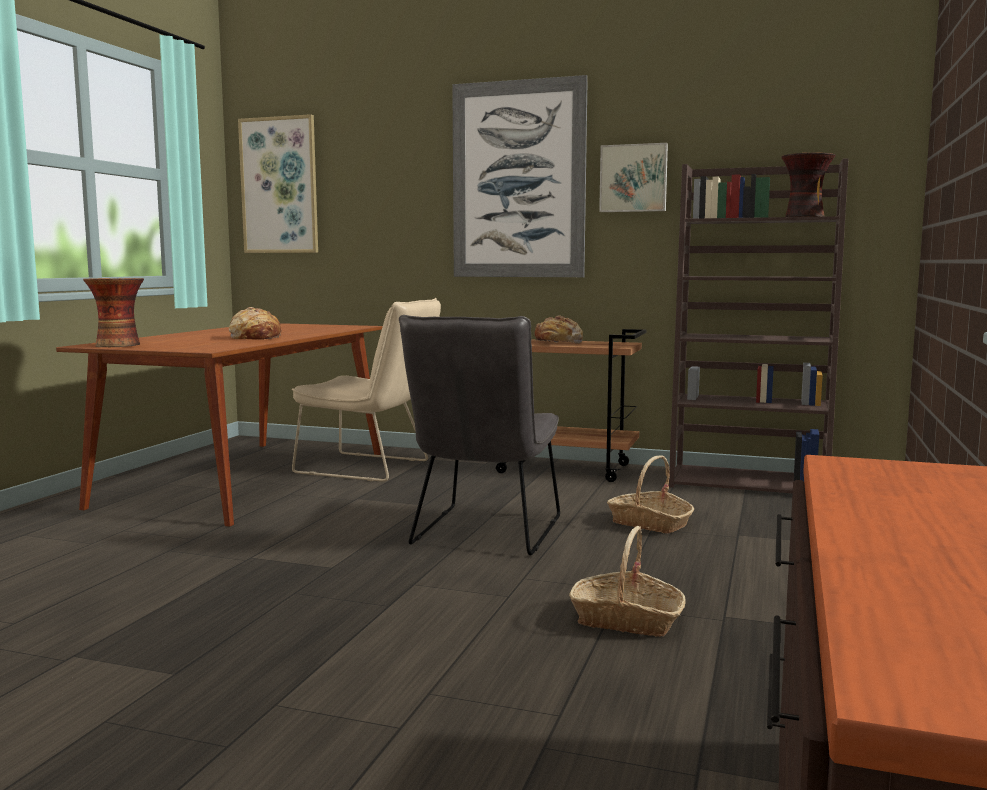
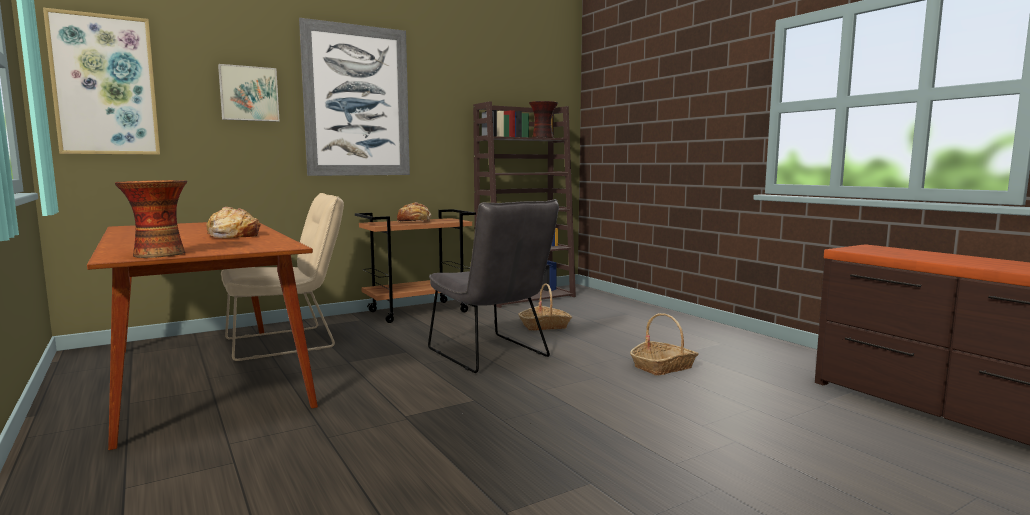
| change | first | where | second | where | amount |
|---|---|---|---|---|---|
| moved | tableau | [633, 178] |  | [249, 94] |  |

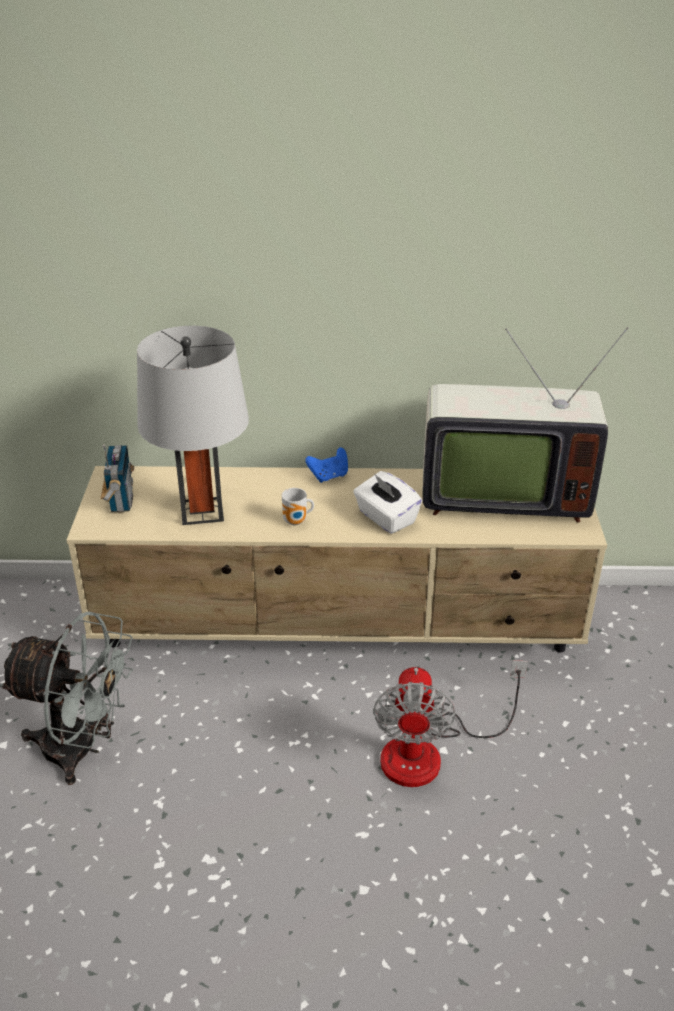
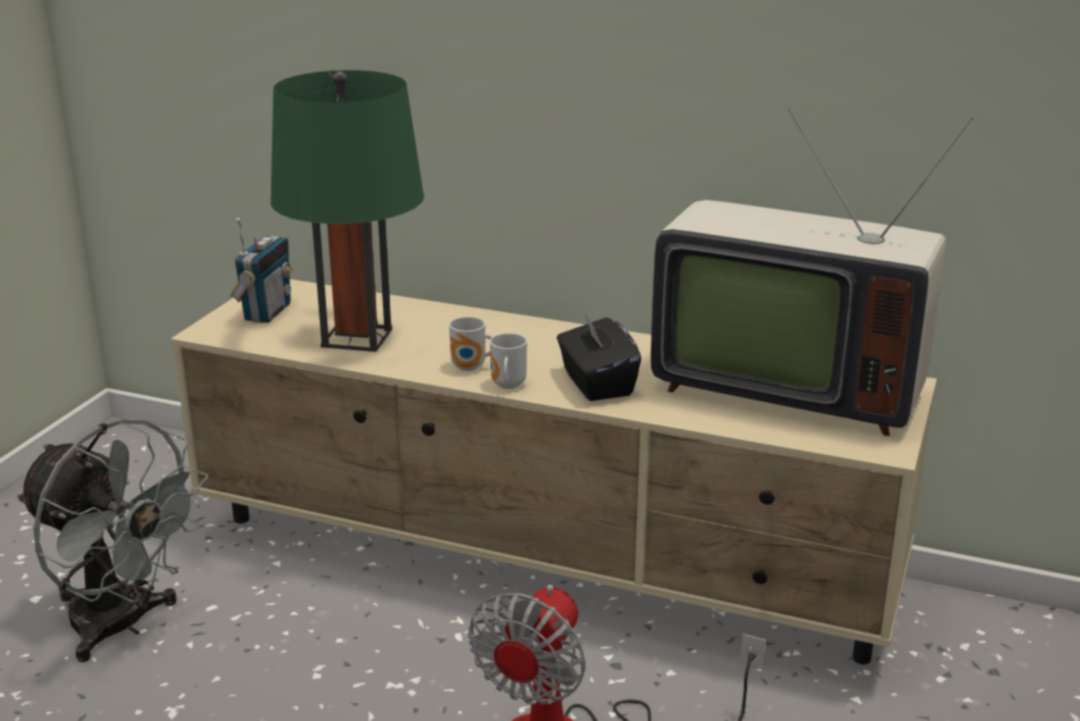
| change | first | where | second | where | amount |
|---|---|---|---|---|---|
| recoloured | lampe de table (gris) | [202, 511] | lampe de table (vert) | [356, 338] |  |
| added |  |  | mug | [506, 386] |  |
| recoloured | boîte à mouchoirs (blanc) | [386, 518] | boîte à mouchoirs (noir) | [596, 383] |  |
| removed | manette (bleu) | [329, 476] |  |  |  |

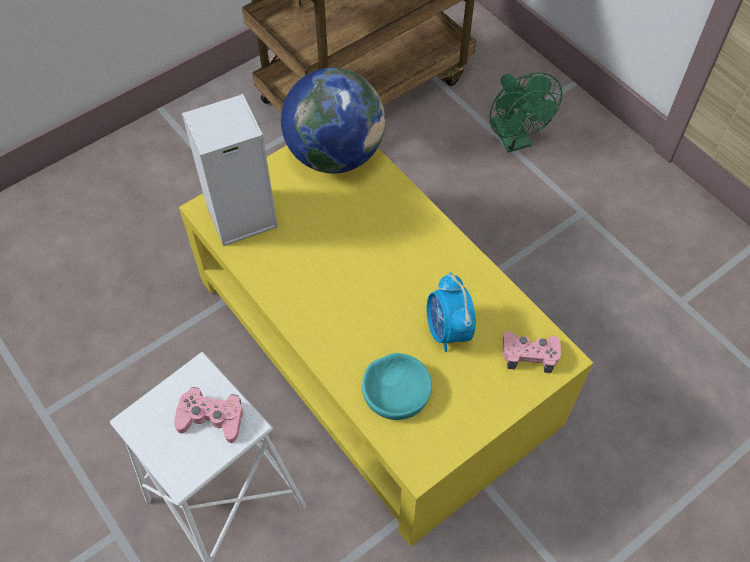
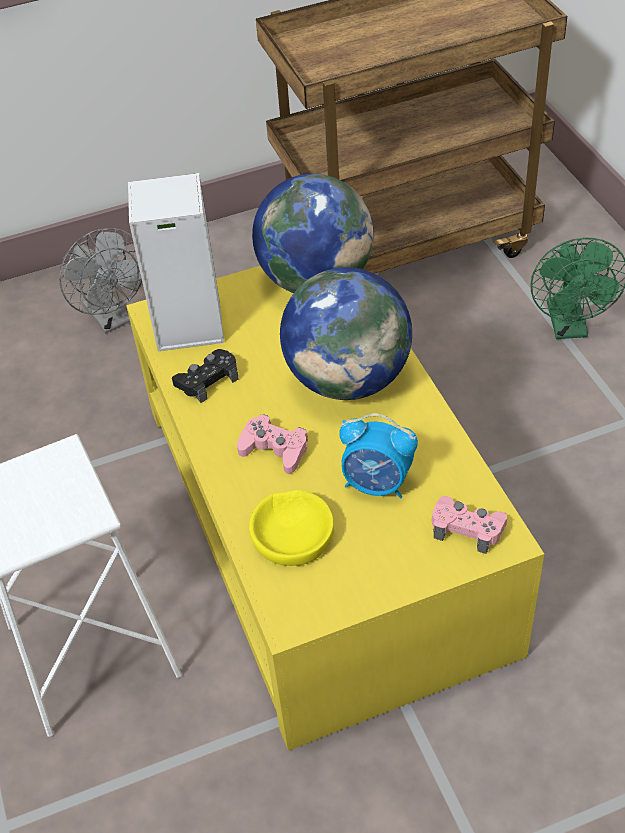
| change | first | where | second | where | amount |
|---|---|---|---|---|---|
| added |  |  | ventilateur (gris) | [112, 319] |  |
| added |  |  | manette (noir) | [207, 380] |  |
| moved | manette (rose) | [211, 418] |  | [274, 449] |  |
| recoloured | bol (turquoise) | [396, 391] | bol (jaune) | [292, 535] |  |
| added |  |  | globe | [348, 379] |  |
| turned | réveil | [448, 330] |  | [377, 484] | 75 degrees counterclockwise |

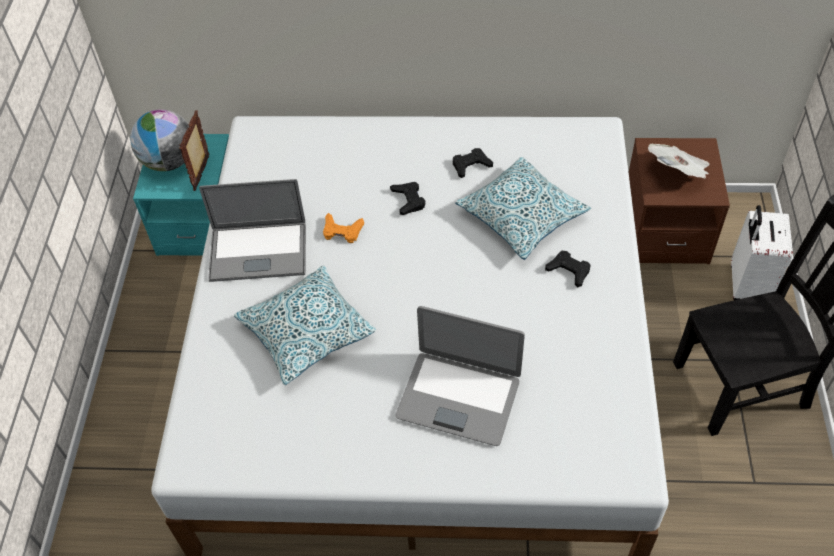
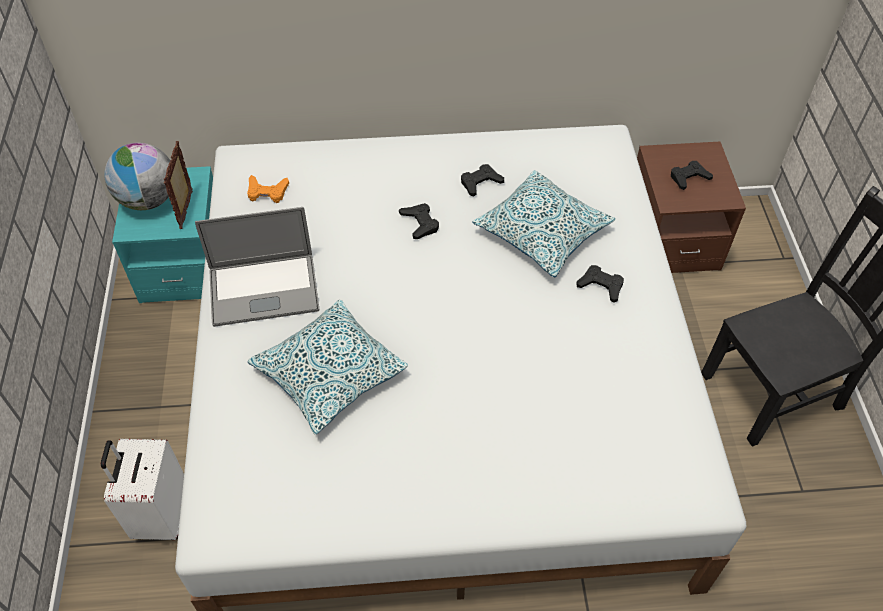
| change | first | where | second | where | amount |
|---|---|---|---|---|---|
| moved | valise (blanc) | [746, 285] |  | [161, 514] |  |
| moved | manette (orange) | [342, 231] |  | [267, 192] |  |
| replaced | journal | [678, 172] | manette (noir) | [689, 178] |  |
| removed | ordinateur portable | [459, 397] |  |  |  |

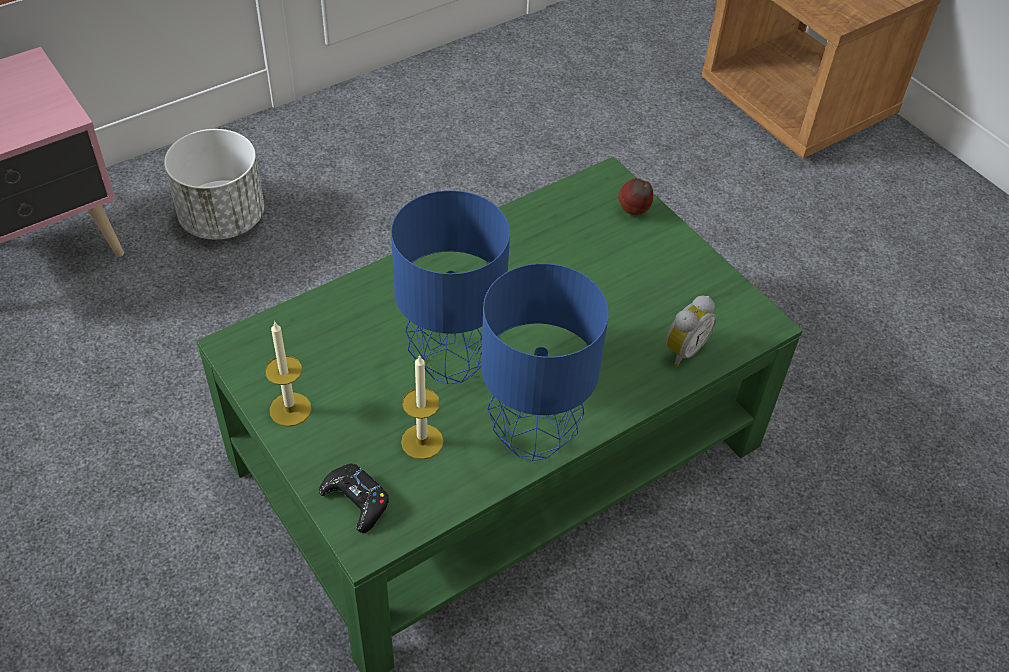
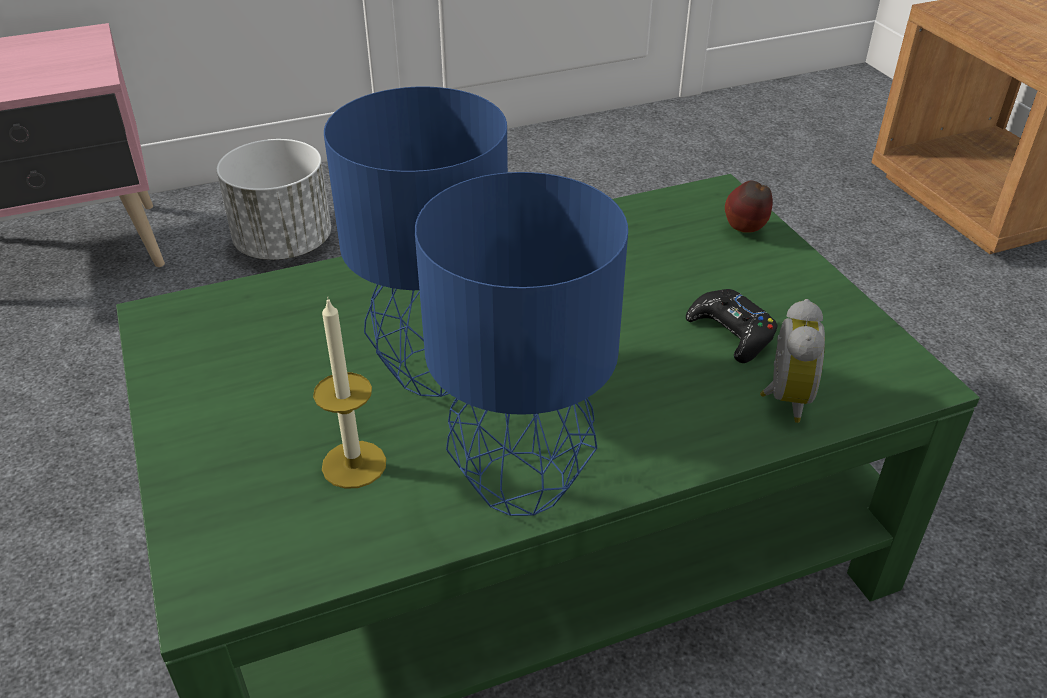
| change | first | where | second | where | amount |
|---|---|---|---|---|---|
| moved | manette (noir) | [356, 501] |  | [731, 333] |  |
| turned | réveil | [682, 350] |  | [783, 398] | 45 degrees counterclockwise |
| removed | bougie | [290, 409] |  |  |  |

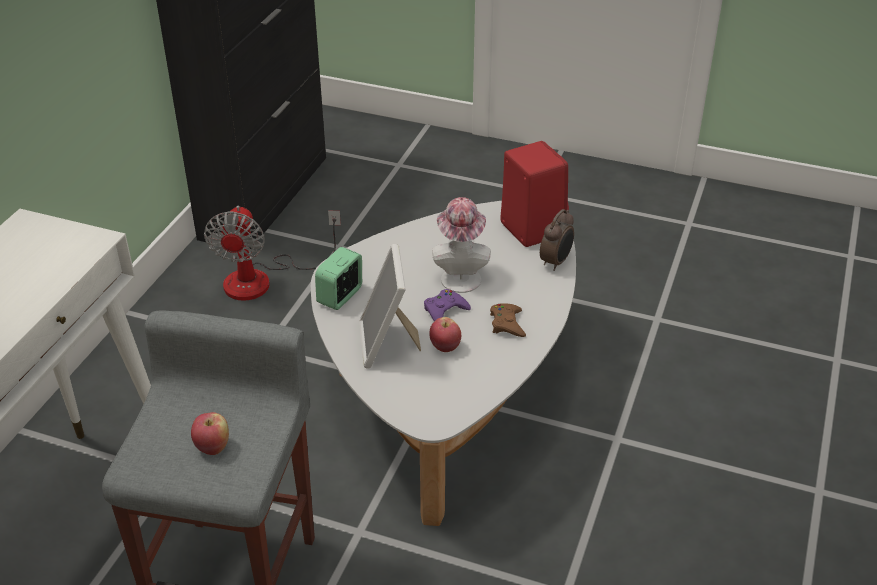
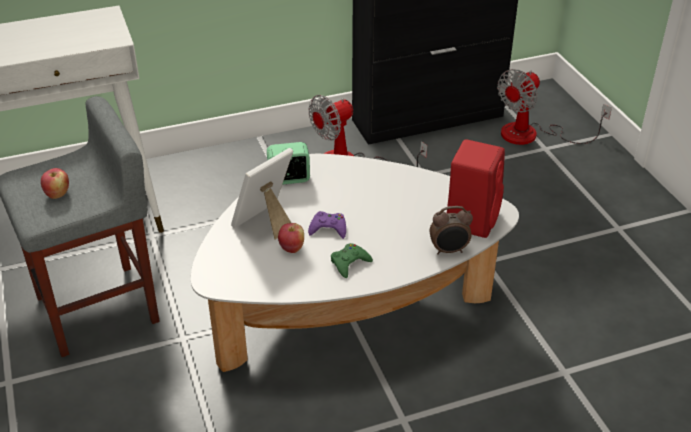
| change | first | where | second | where | amount |
|---|---|---|---|---|---|
| recoloured | manette (marron) | [507, 324] | manette (vert) | [349, 263] |  |
| added |  |  | ventilateur | [532, 135] |  |
| removed | chapeau | [460, 276] |  |  |  |

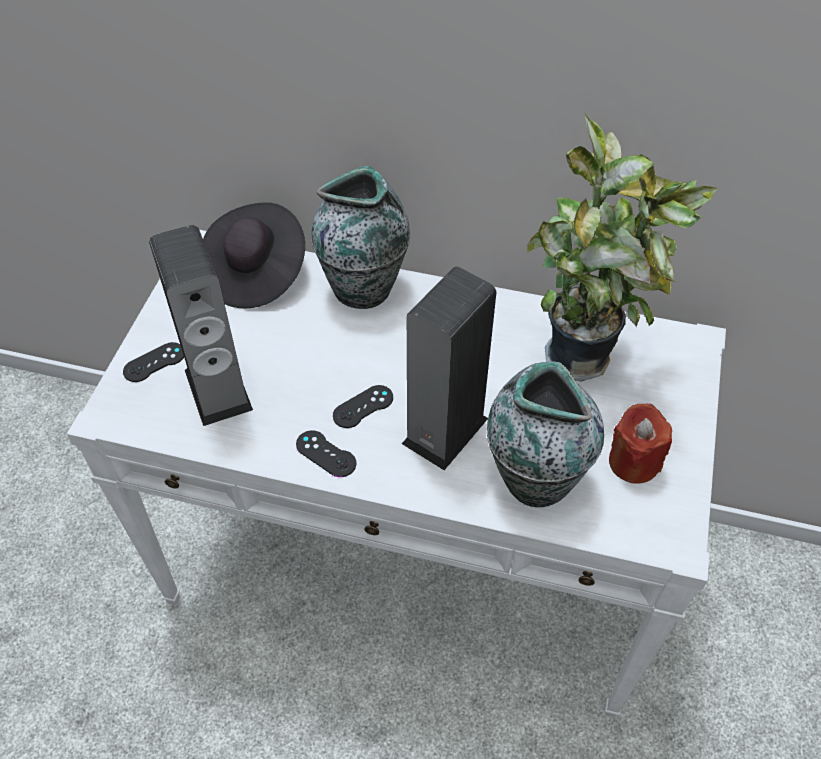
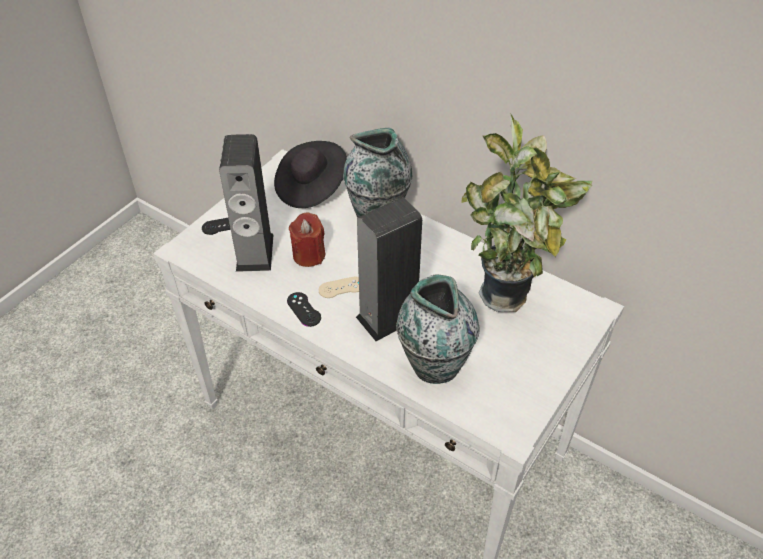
| change | first | where | second | where | amount |
|---|---|---|---|---|---|
| moved | bougie (rouge) | [633, 462] |  | [309, 255] |  |
| recoloured | manette (noir) | [363, 407] | manette (beige) | [341, 287] |  |

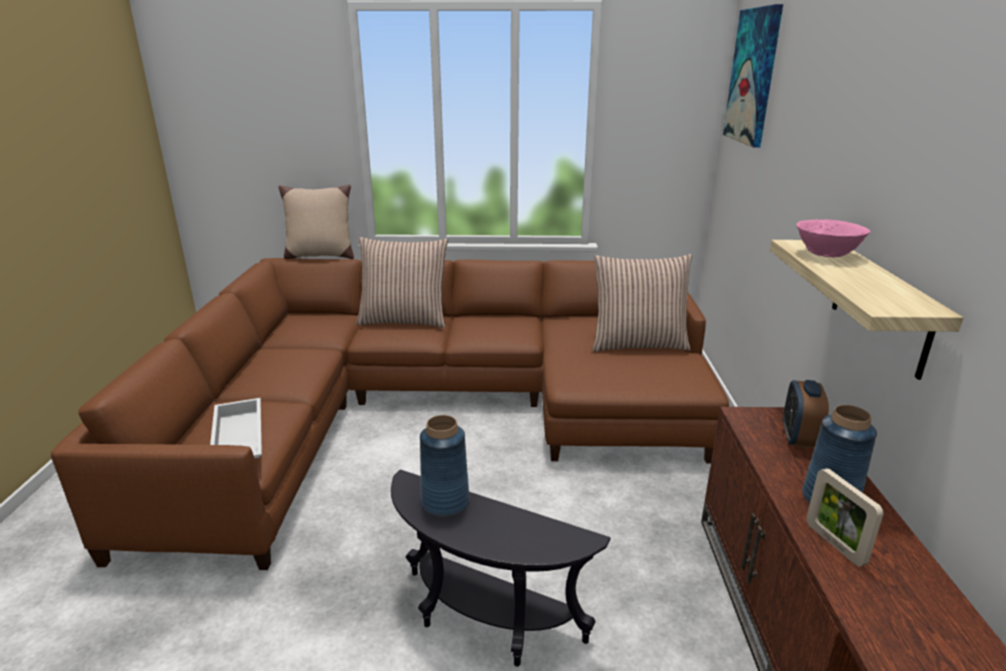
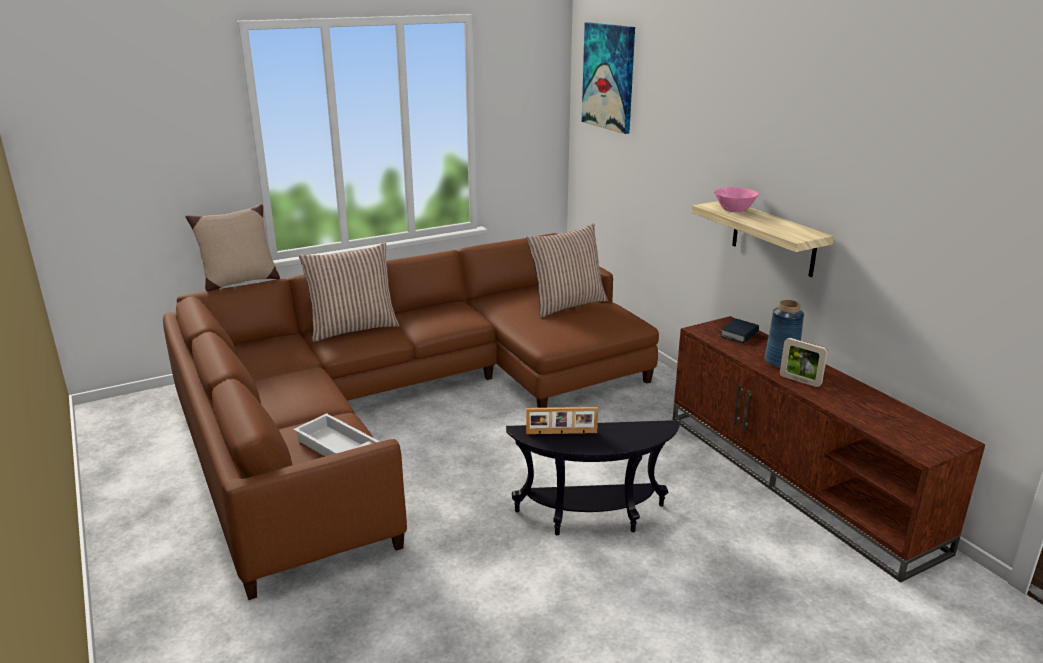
| change | first | where | second | where | amount |
|---|---|---|---|---|---|
| replaced | vase (bleu) | [445, 502] | cadre photo | [561, 433] |  |
| replaced | réveil | [798, 438] | livre | [739, 335] |  |

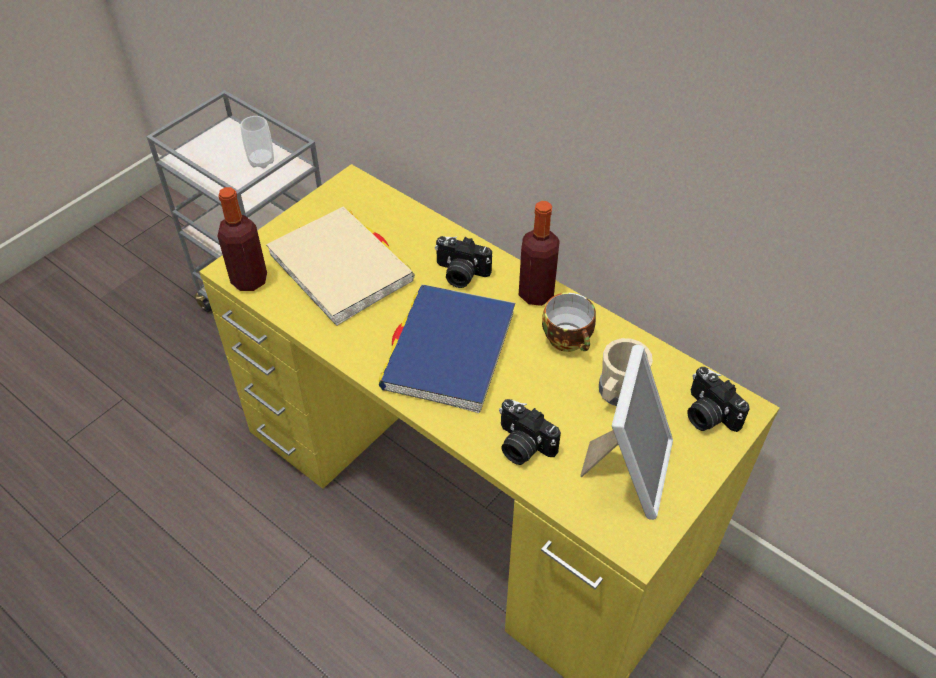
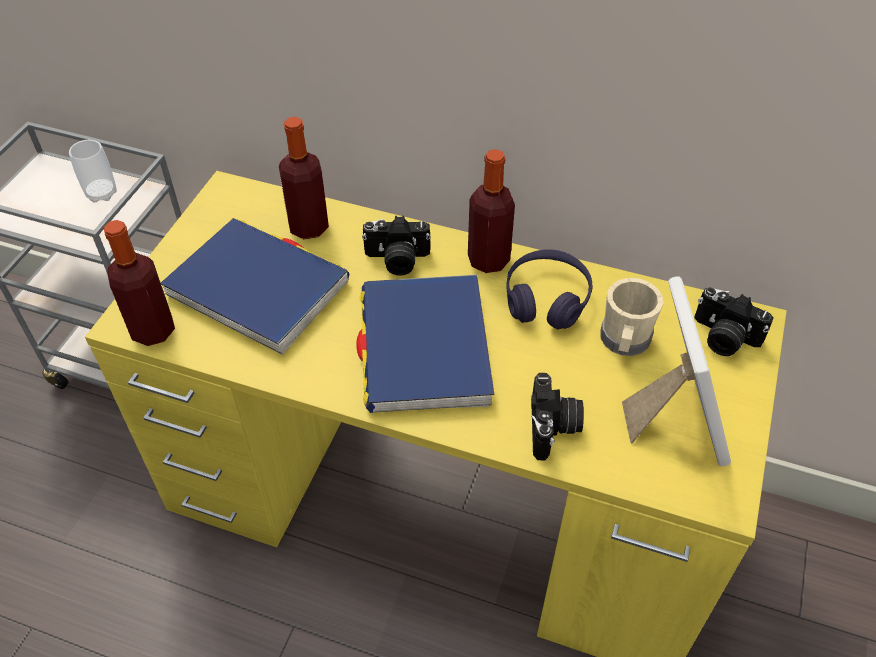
| change | first | where | second | where | amount |
|---|---|---|---|---|---|
| recoloured | livre (beige) | [341, 269] | livre (bleu) | [258, 289] |  |
| added |  |  | bouteille | [308, 227] |  |
| replaced | tasse | [569, 339] | casque audio (violet) | [546, 299] |  |
| turned | appareil photo | [522, 446] |  | [553, 428] | 105 degrees counterclockwise |

